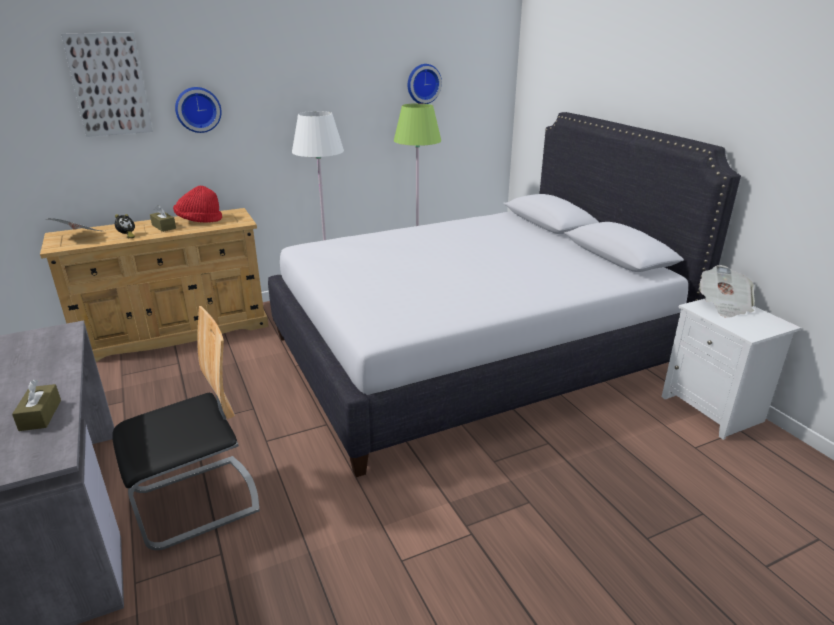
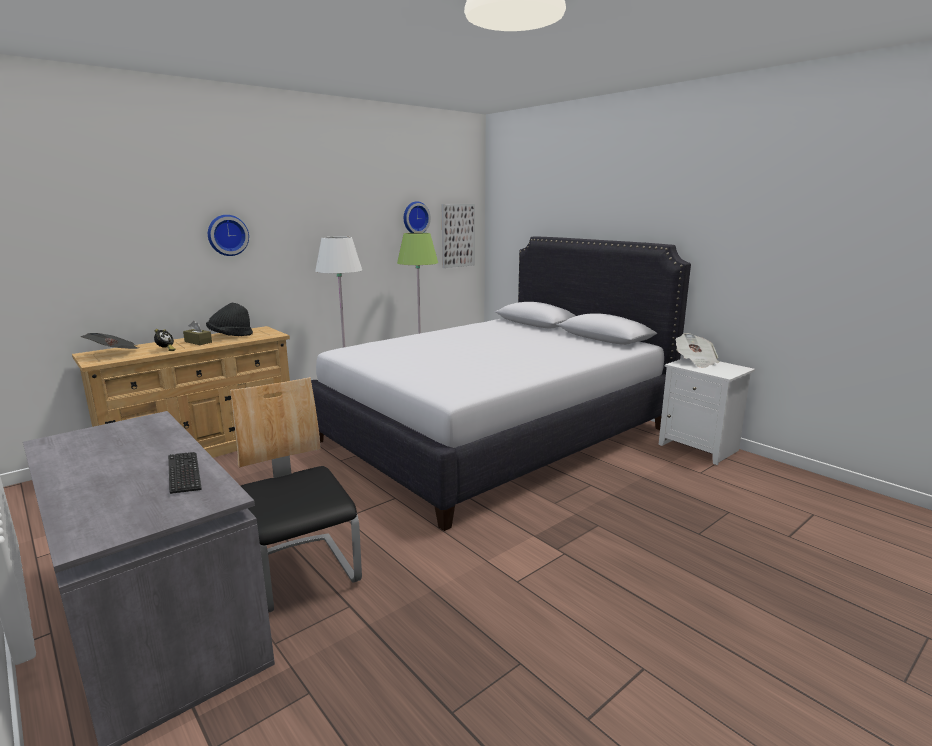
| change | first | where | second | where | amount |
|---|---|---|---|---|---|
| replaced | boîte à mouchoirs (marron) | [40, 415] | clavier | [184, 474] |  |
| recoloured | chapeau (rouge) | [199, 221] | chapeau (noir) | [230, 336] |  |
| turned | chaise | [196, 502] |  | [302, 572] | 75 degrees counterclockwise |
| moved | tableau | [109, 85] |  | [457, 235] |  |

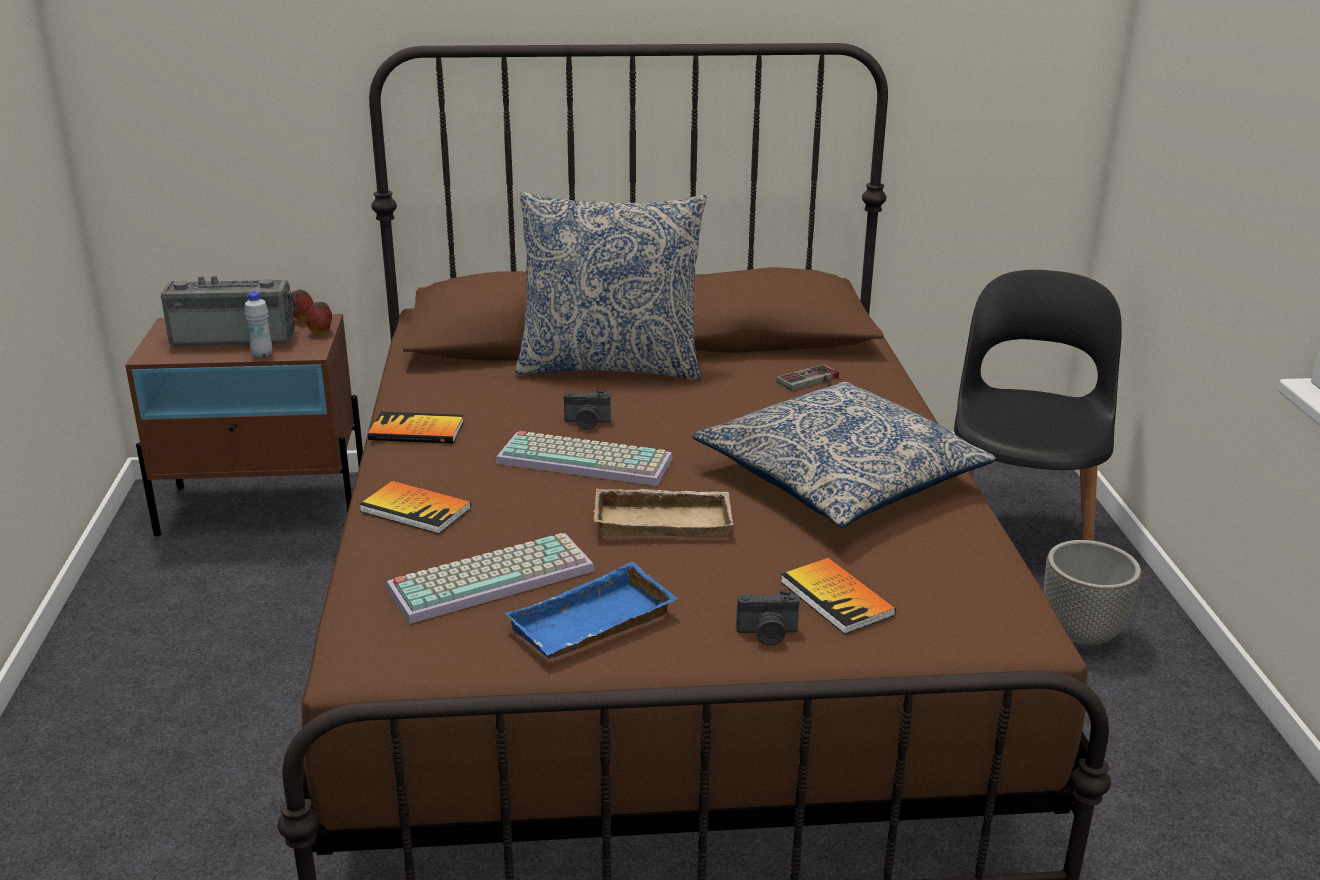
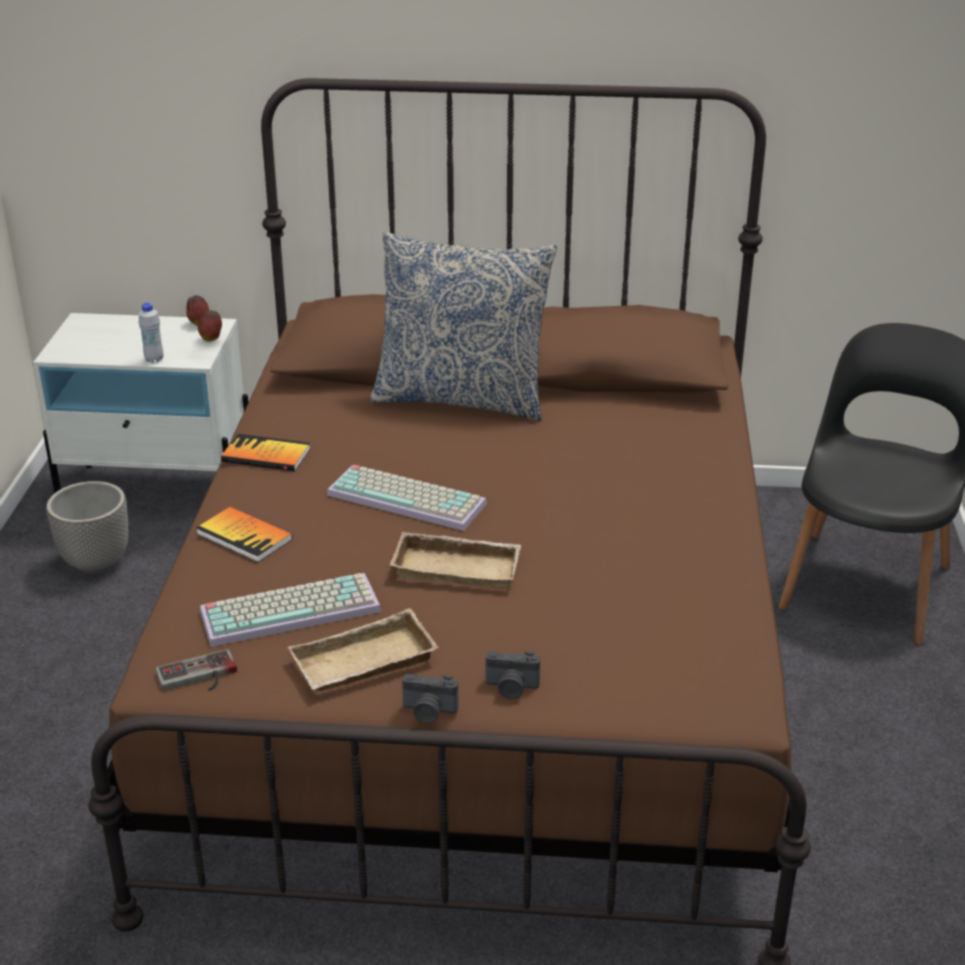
| change | first | where | second | where | amount |
|---|---|---|---|---|---|
| recoloured | table de chevet (marron) | [265, 507] | table de chevet (blanc) | [160, 492] |  |
| moved | cache-pot | [1081, 635] |  | [97, 562] |  |
| moved | manette | [812, 382] |  | [199, 678] |  |
| recoloured | plateau (bleu) | [593, 626] | plateau (beige) | [363, 664] |  |
| moved | appareil photo | [587, 423] |  | [428, 712] |  |
| removed | radio | [235, 337] |  |  |  |
| removed | coussin | [840, 477] |  |  |  |
| removed | livre | [836, 598] |  |  |  |

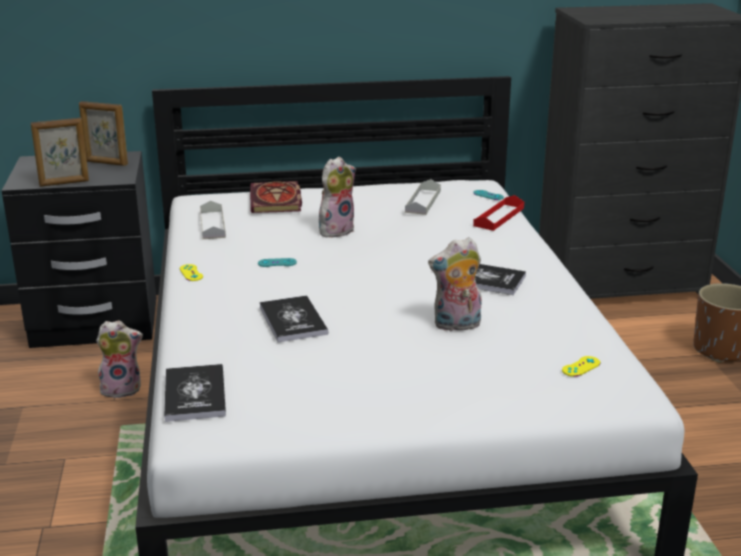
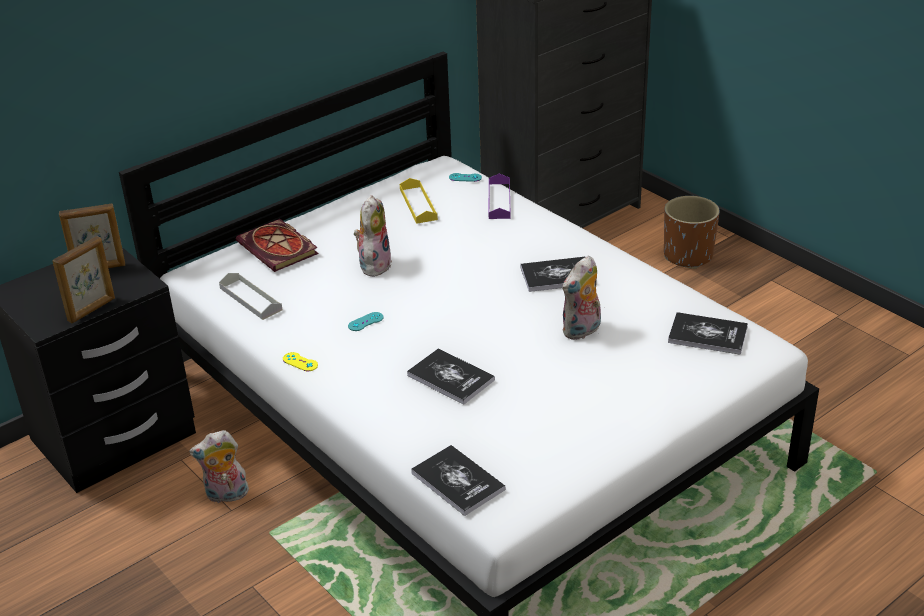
| change | first | where | second | where | amount |
|---|---|---|---|---|---|
| turned | peluche | [122, 388] |  | [226, 496] | 150 degrees counterclockwise |
| recoloured | plateau (gris) | [423, 201] | plateau (jaune) | [418, 204] |  |
| recoloured | plateau (rouge) | [499, 217] | plateau (violet) | [499, 200] |  |
| replaced | manette (jaune) | [581, 366] | livre | [707, 335] |  |

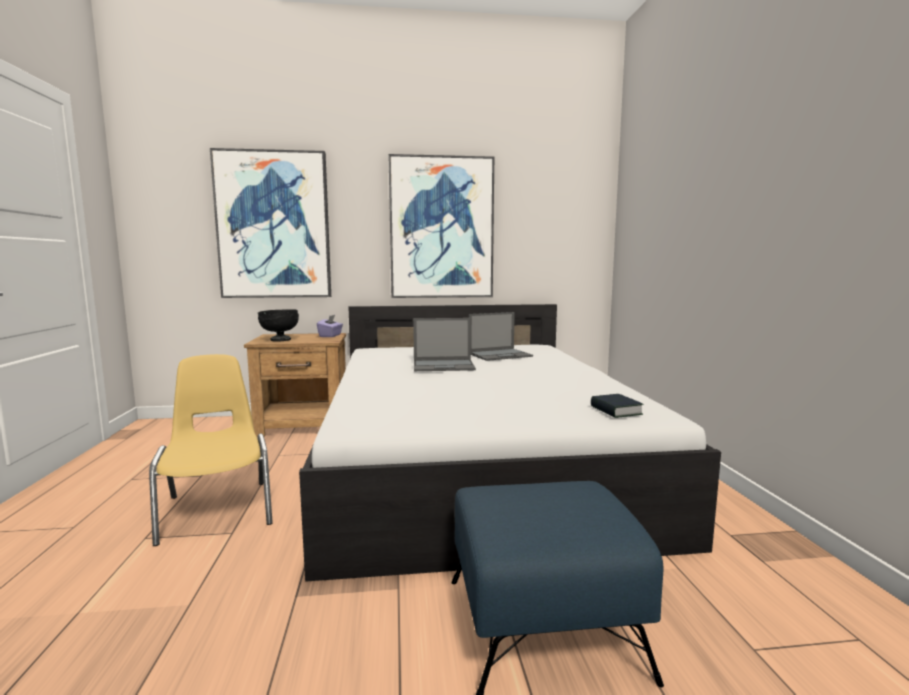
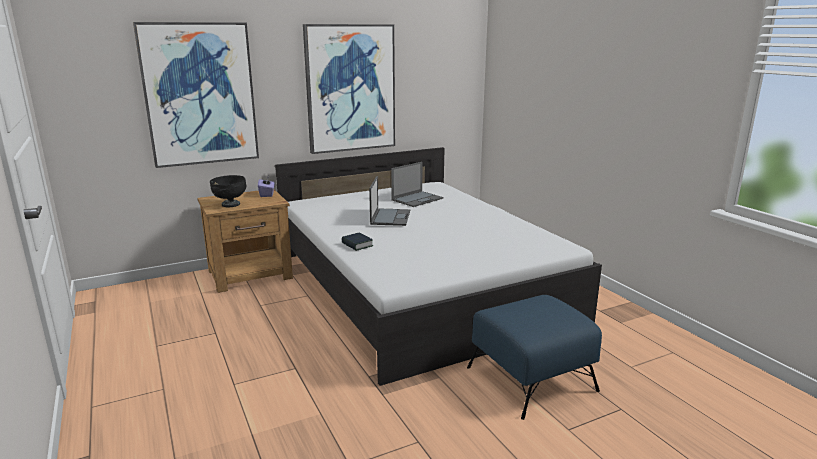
| change | first | where | second | where | amount |
|---|---|---|---|---|---|
| moved | livre | [615, 411] |  | [357, 245] |  |
| turned | ordinateur portable | [444, 366] |  | [390, 217] | 60 degrees counterclockwise |
| removed | chaise (jaune) | [218, 509] |  |  |  |

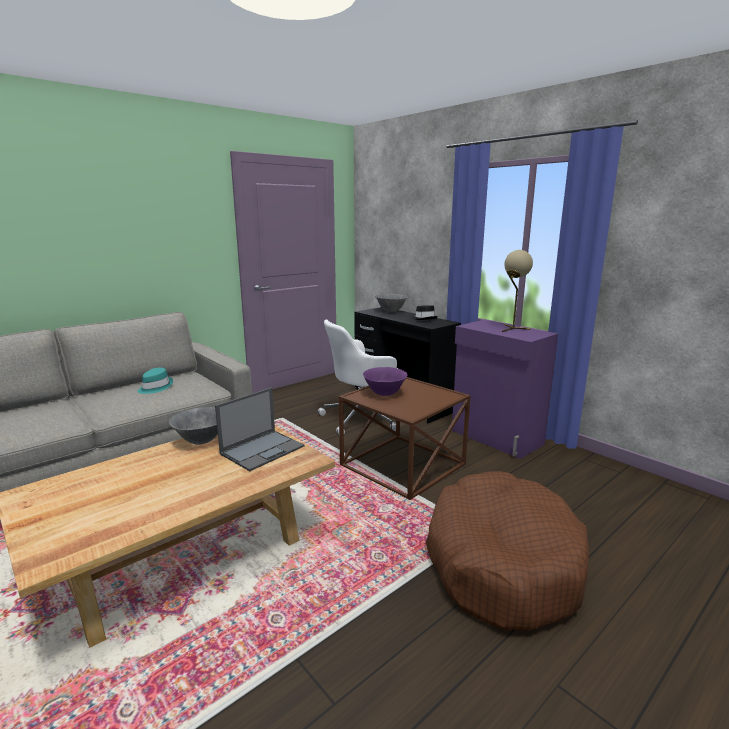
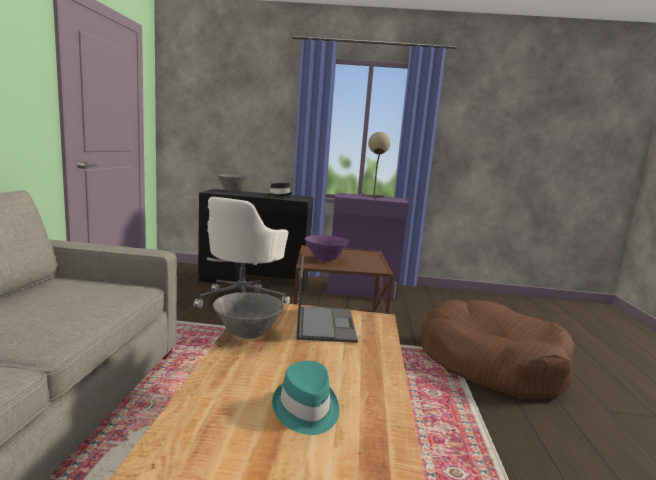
| change | first | where | second | where | amount |
|---|---|---|---|---|---|
| moved | chapeau (turquoise) | [155, 387] |  | [305, 409] |  |

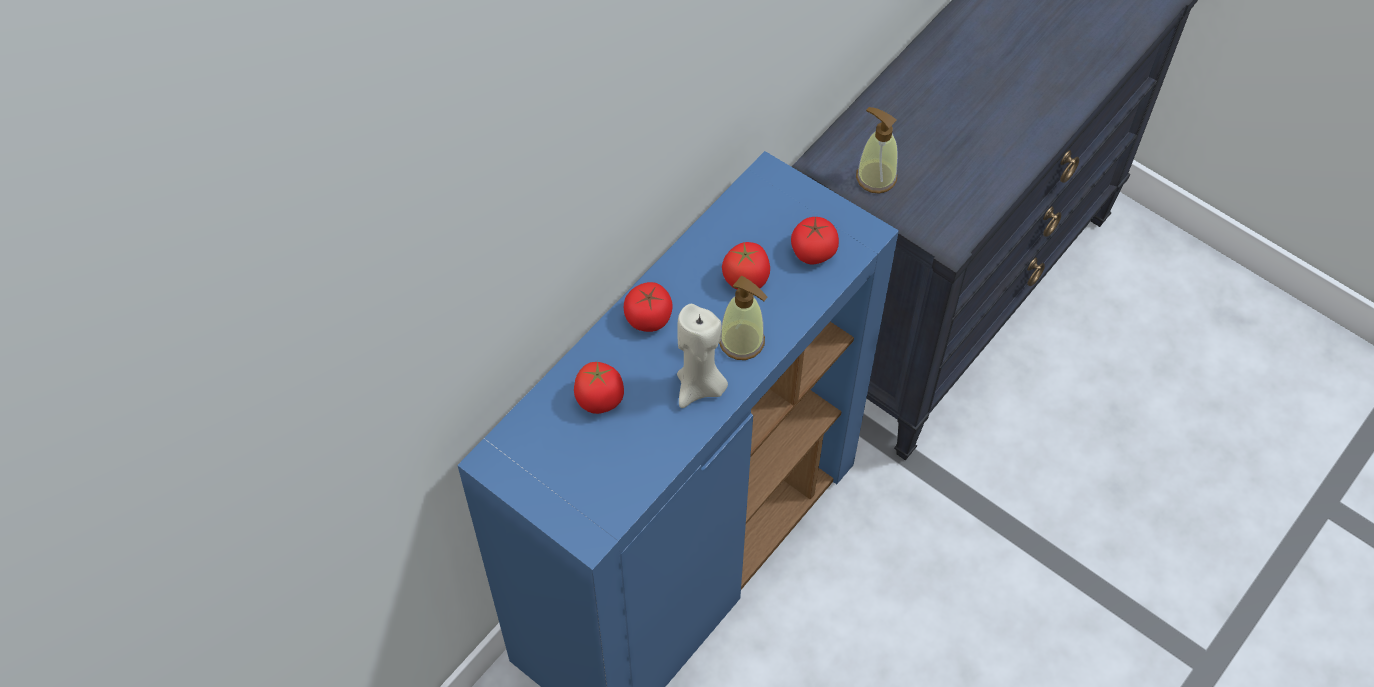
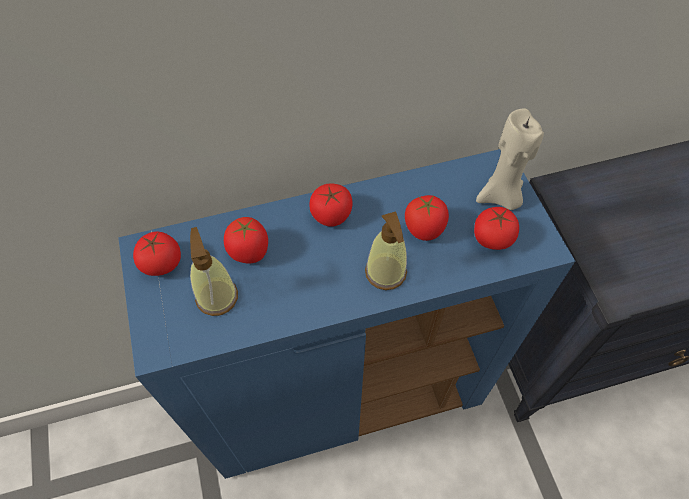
| change | first | where | second | where | amount |
|---|---|---|---|---|---|
| added |  |  | tomate | [161, 263] |  |
| moved | distributeur de savon | [876, 177] |  | [217, 296] |  |
| moved | bougie (beige) | [700, 386] |  | [500, 197] |  |

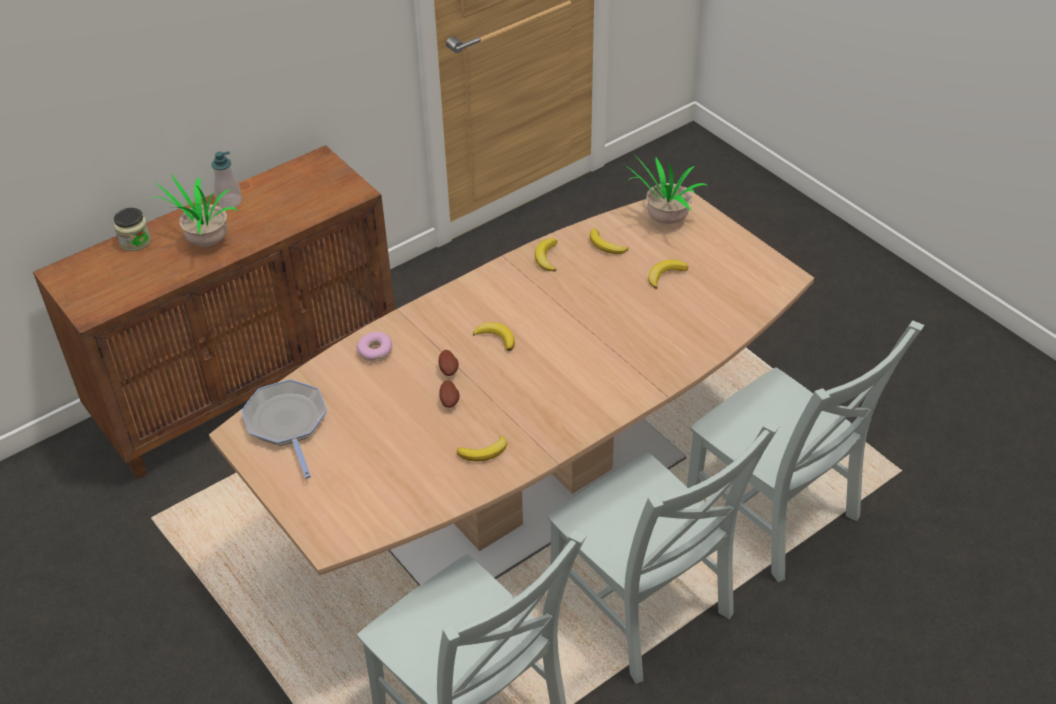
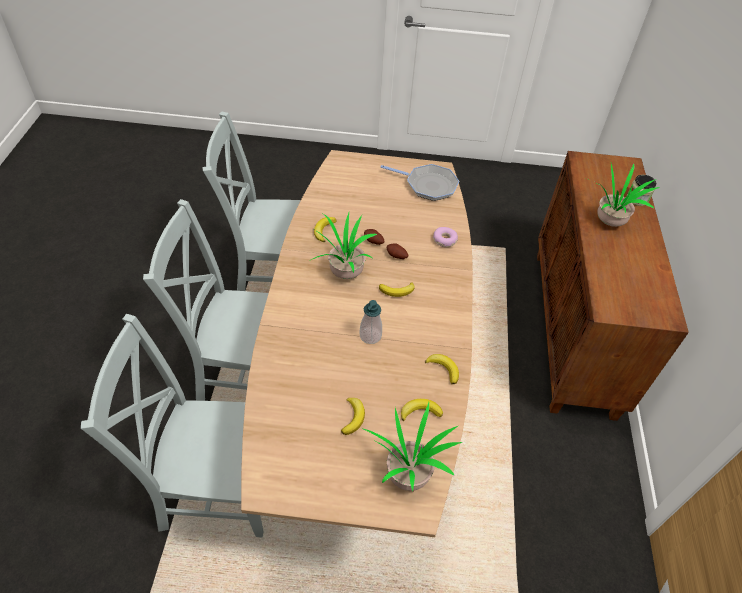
| change | first | where | second | where | amount |
|---|---|---|---|---|---|
| added |  |  | plante en pot | [344, 272] |  |
| moved | distributeur de savon | [229, 202] |  | [370, 336] |  |

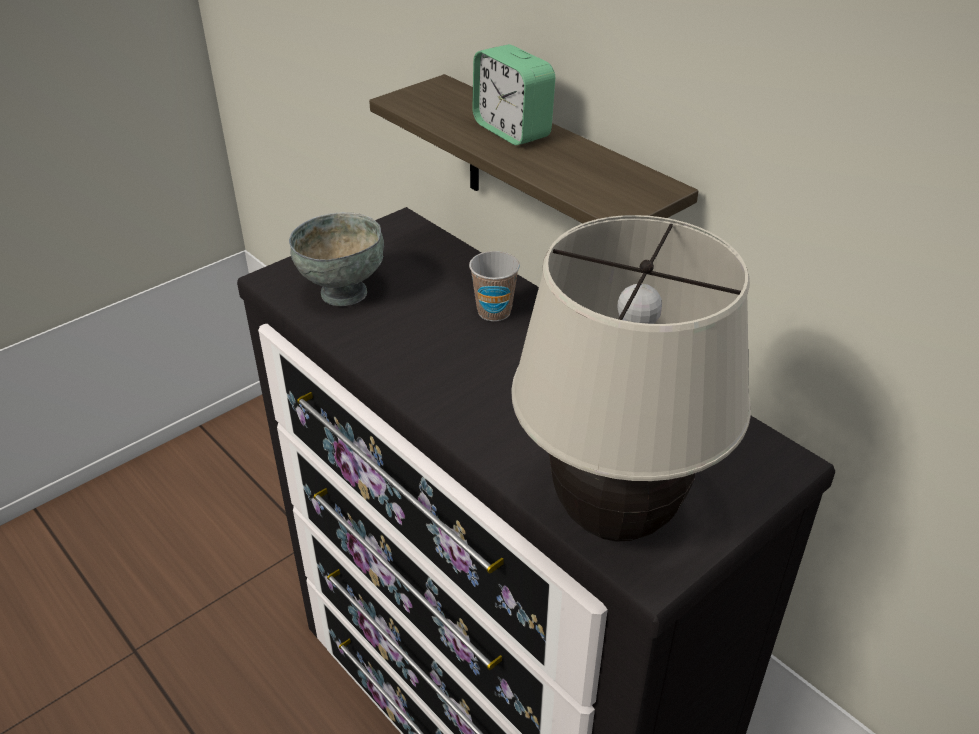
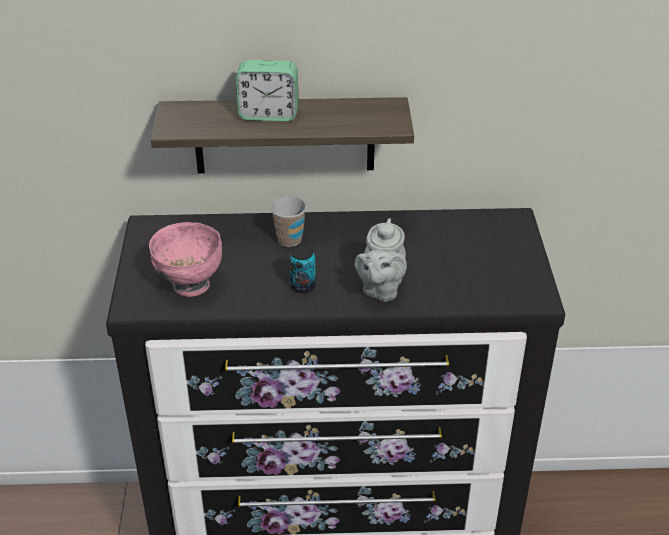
| change | first | where | second | where | amount |
|---|---|---|---|---|---|
| recoloured | bol (gris) | [342, 292] | bol (rose) | [189, 285] |  |
| added |  |  | boîte métallique | [303, 286] |  |
| added |  |  | théière (gris) | [381, 289] |  |
| removed | lampe de table (beige) | [615, 518] |  |  |  |

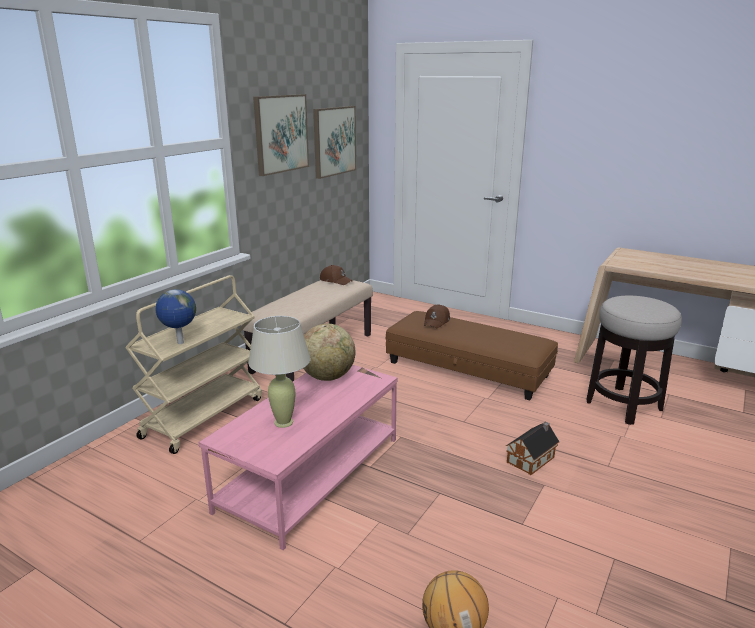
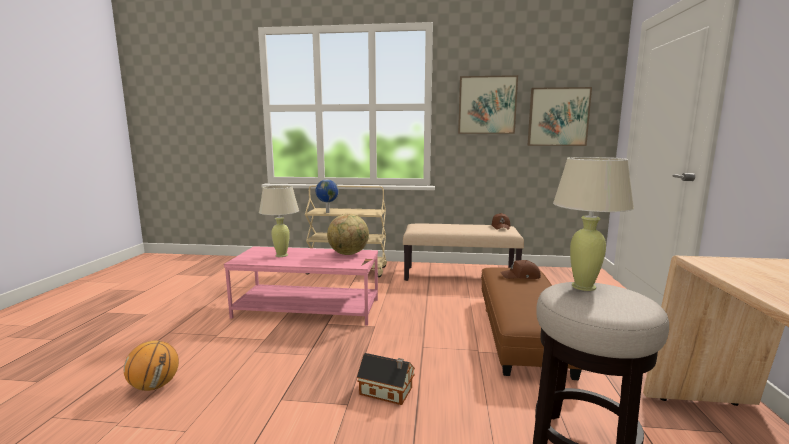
| change | first | where | second | where | amount |
|---|---|---|---|---|---|
| added |  |  | lampe de table (beige) | [583, 286] |  |

